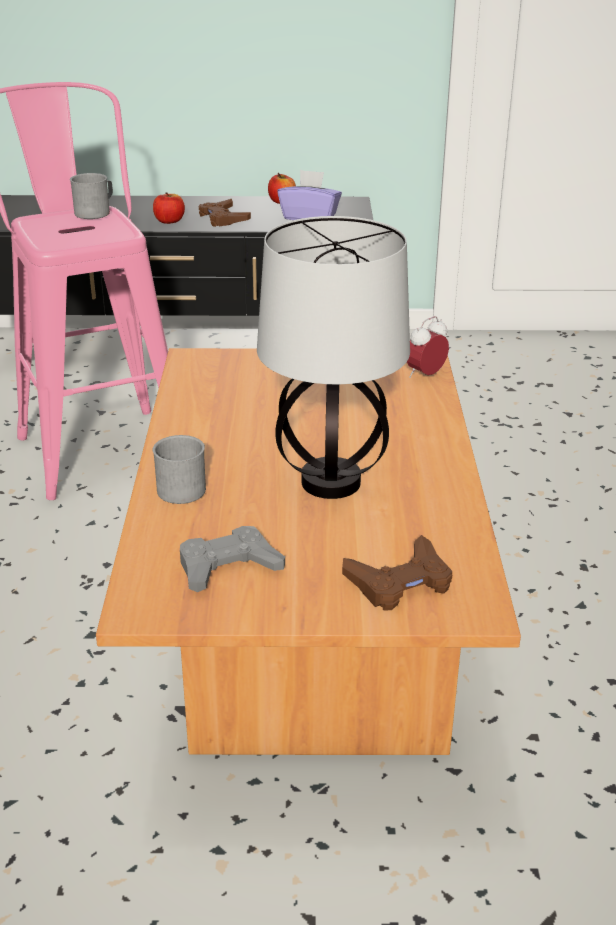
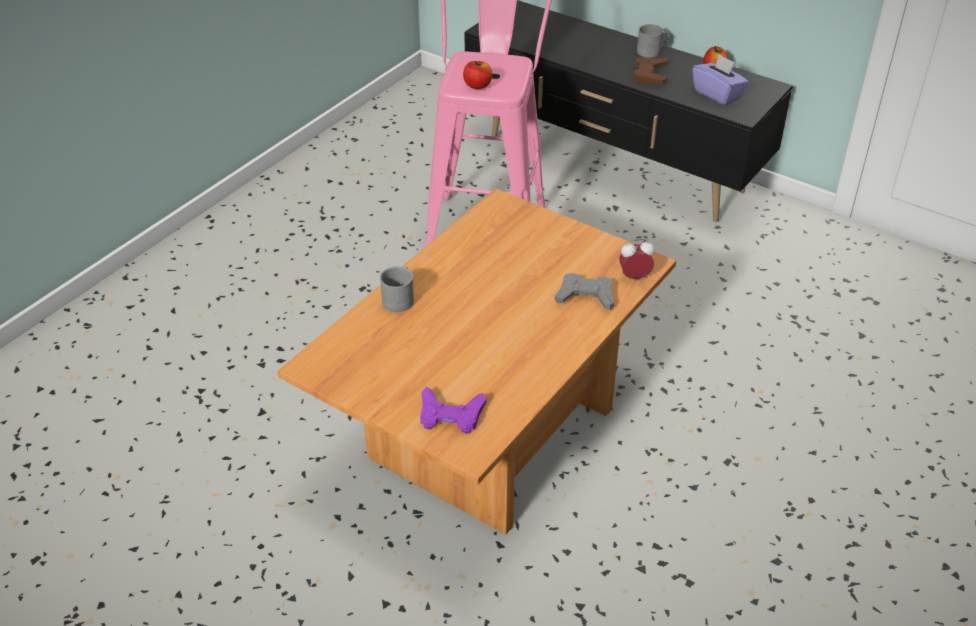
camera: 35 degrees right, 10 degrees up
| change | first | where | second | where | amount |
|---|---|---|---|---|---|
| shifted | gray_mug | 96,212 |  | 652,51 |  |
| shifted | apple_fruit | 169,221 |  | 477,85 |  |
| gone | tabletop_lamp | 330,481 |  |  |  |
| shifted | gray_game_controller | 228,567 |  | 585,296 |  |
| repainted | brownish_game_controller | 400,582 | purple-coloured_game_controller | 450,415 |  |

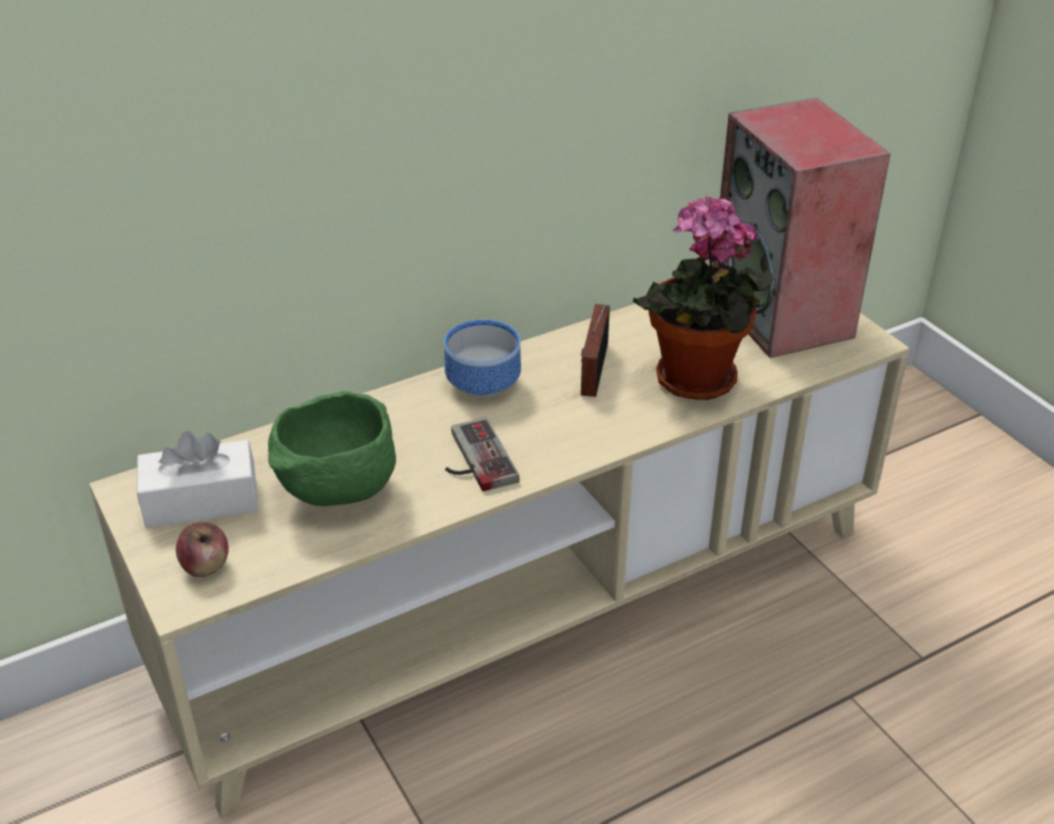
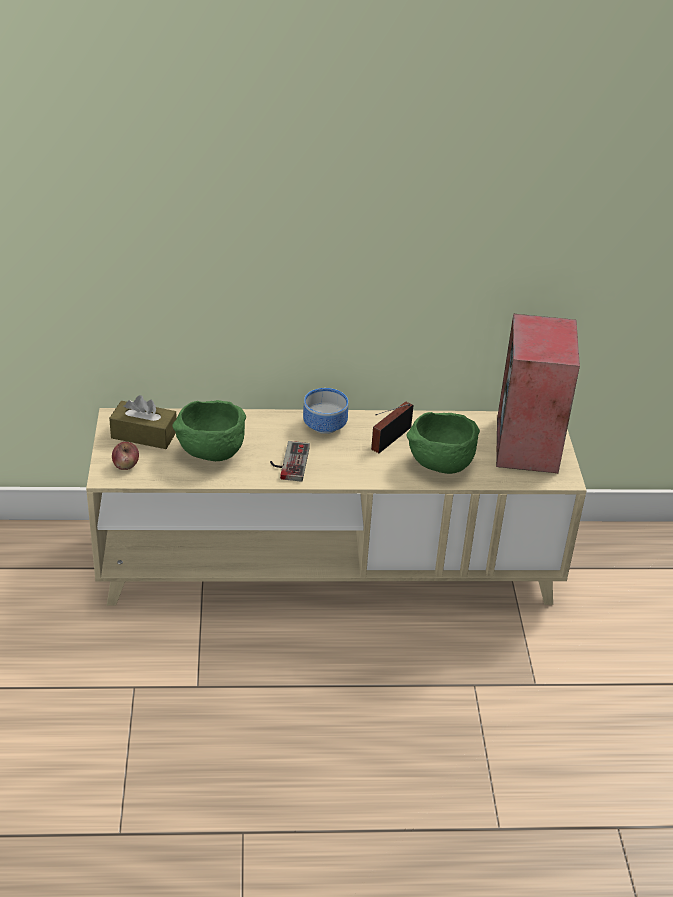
camera: 25 degrees right, 0 degrees up
| change | first | where | second | where | amount |
|---|---|---|---|---|---|
| swapped | houseplant | 694,383 | greenish_bowl | 439,465 |  |
| repainted | white_tissue_holder | 201,501 | brownish_tissue_holder | 144,435 |  |

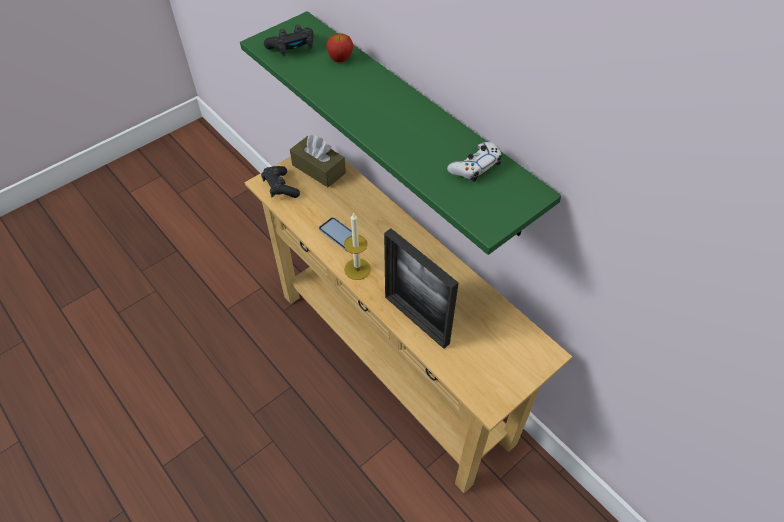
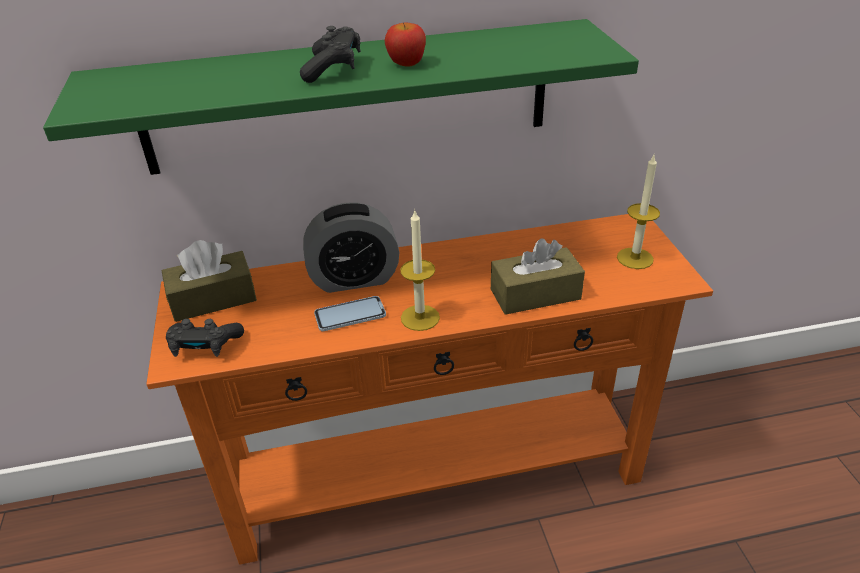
camera: 60 degrees left, 15 degrees down
| change | first | where | second | where | amount |
|---|---|---|---|---|---|
| shifted | black_game_controller | 292,49 |  | 333,69 |  |
| shifted | apple_fruit | 340,58 |  | 406,63 |  |
| gone | white_game_controller | 475,166 |  |  |  |
| repainted | beige-coloured_console_table | 392,364 | orange-coloured_console_table | 437,478 |  |
| swapped | standing_frame | 416,320 | brownish_tissue_holder | 535,294 |  |
| new |  |  | wax_light | 635,258 |  |
| new |  |  | alarm_clock | 354,279 |  |

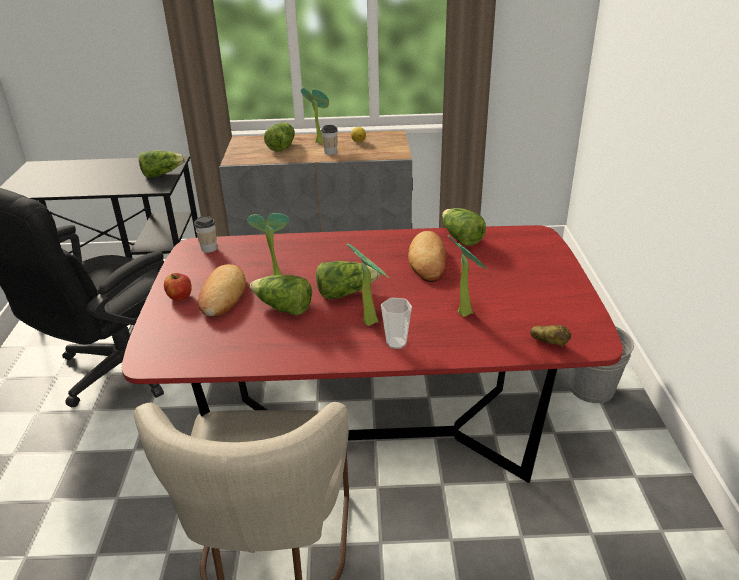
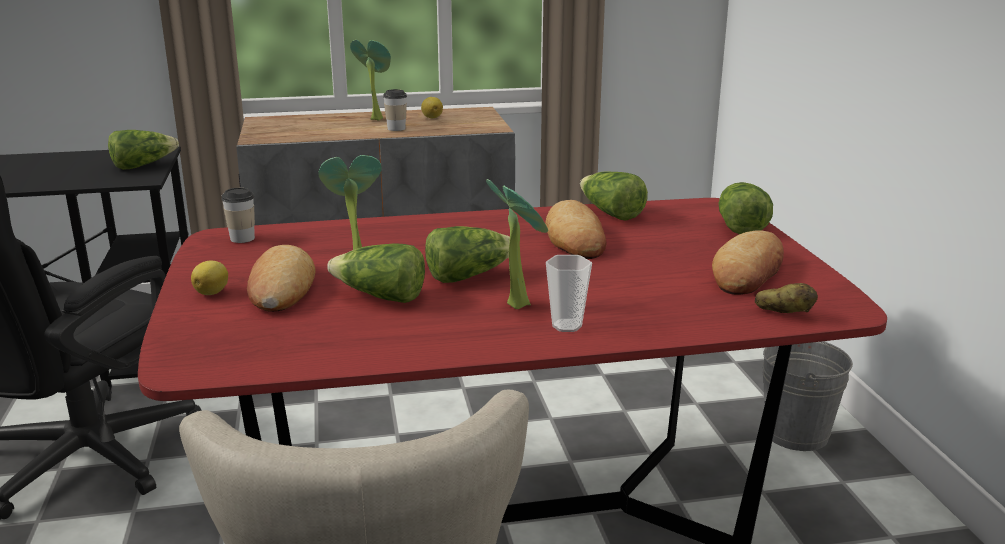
camera: 10 degrees left, 10 degrees down
| change | first | where | second | where | amount |
|---|---|---|---|---|---|
| shifted | lettuce | 281,146 |  | 740,226 |  |
| gone | houseplant | 465,311 |  |  |  |
| swapped | apple_fruit | 180,297 | whole_lemon | 212,292 |  |
| new |  |  | bread | 748,272 |  |

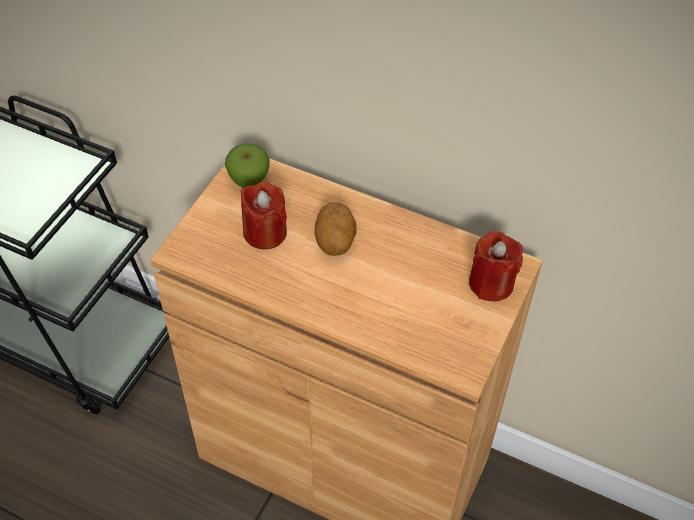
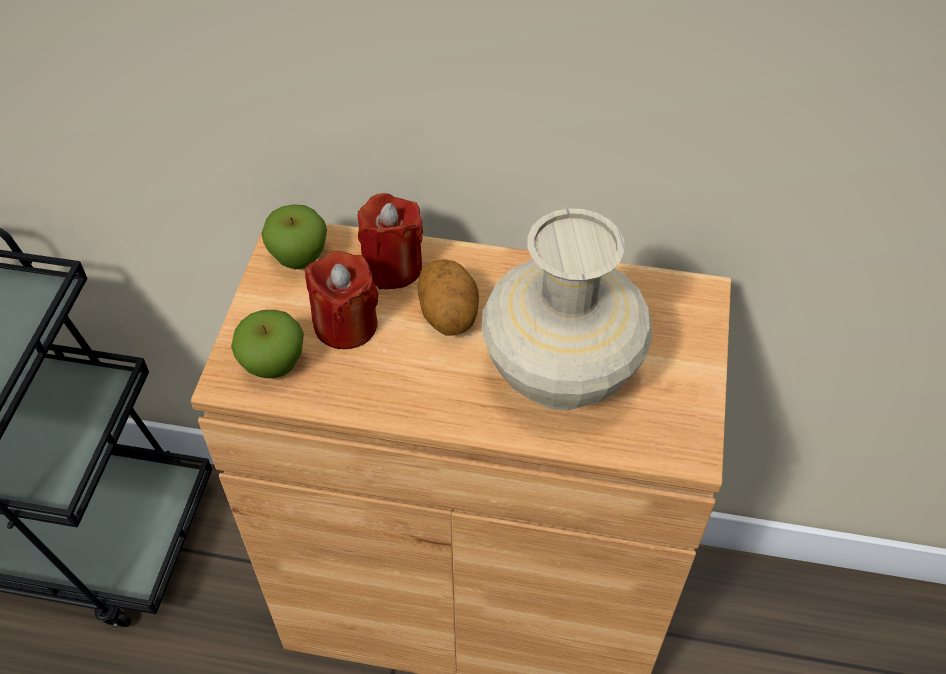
camera: 15 degrees left, 0 degrees up
| change | first | where | second | where | amount |
|---|---|---|---|---|---|
| shifted | red_wax_light | 491,283 |  | 392,267 |  |
| new |  |  | beige-coloured_vase | 562,374 |  |
| new |  |  | apple_fruit | 273,365 |  |

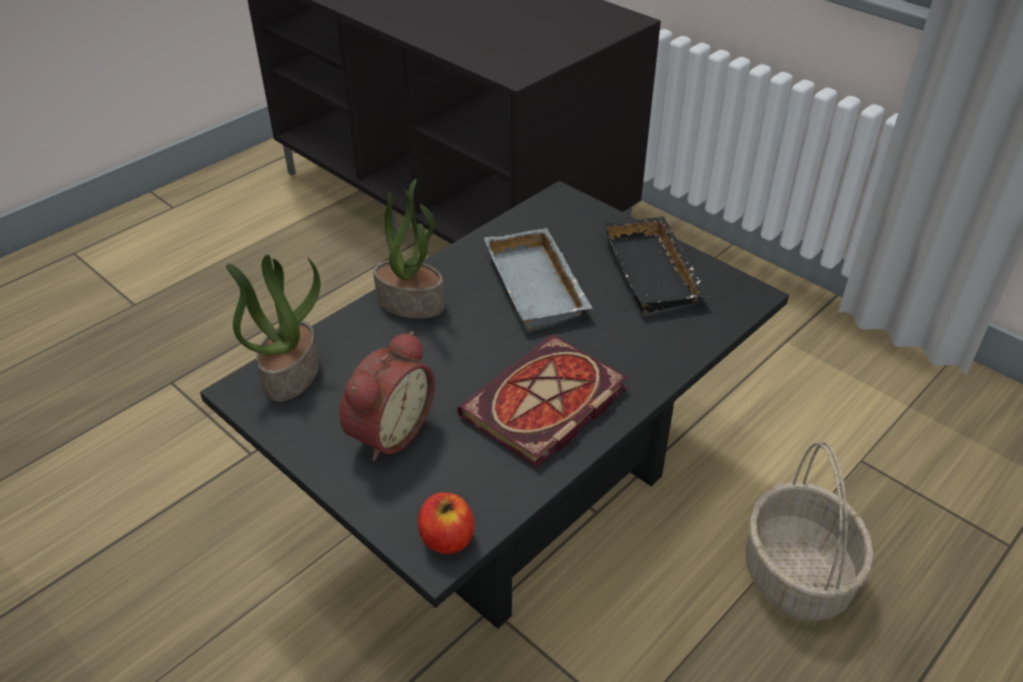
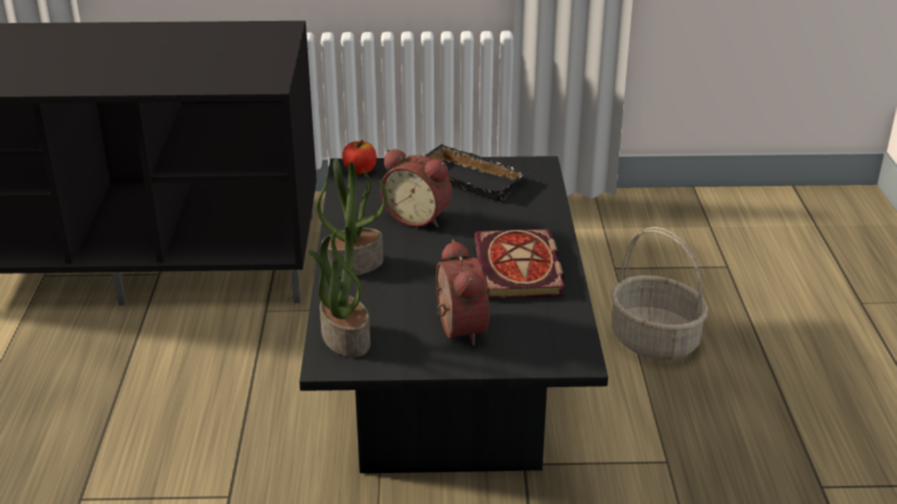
camera: 45 degrees left, 10 degrees down
| change | first | where | second | where | amount |
|---|---|---|---|---|---|
| swapped | gray_serving_tray | 540,286 | alarm_clock | 418,217 |  |
| shifted | apple_fruit | 447,539 |  | 360,170 |  |

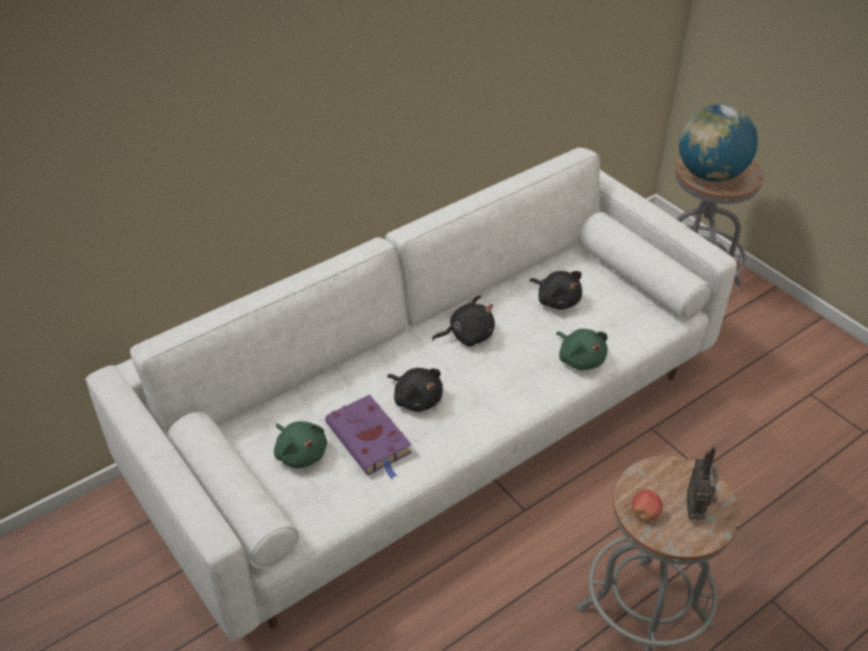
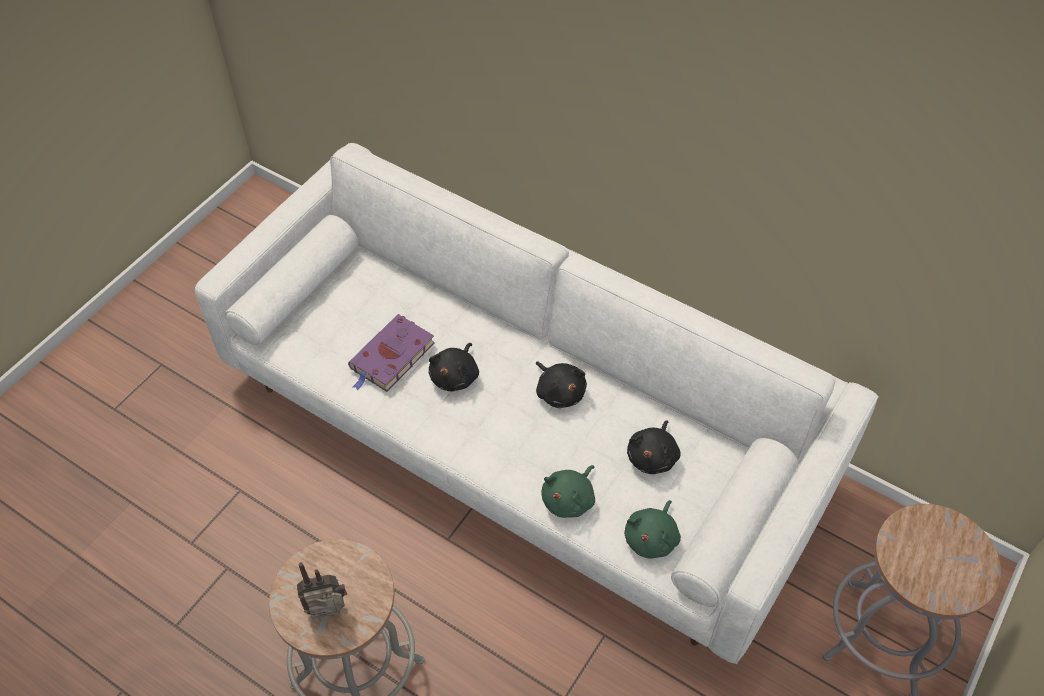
camera: 70 degrees right, 10 degrees up
| change | first | where | second | where | amount |
|---|---|---|---|---|---|
| gone | world_globe | 710,175 |  |  |  |
| shifted | greenish_soft_toy | 300,453 |  | 652,538 |  |
| gone | apple_fruit | 645,513 |  |  |  |

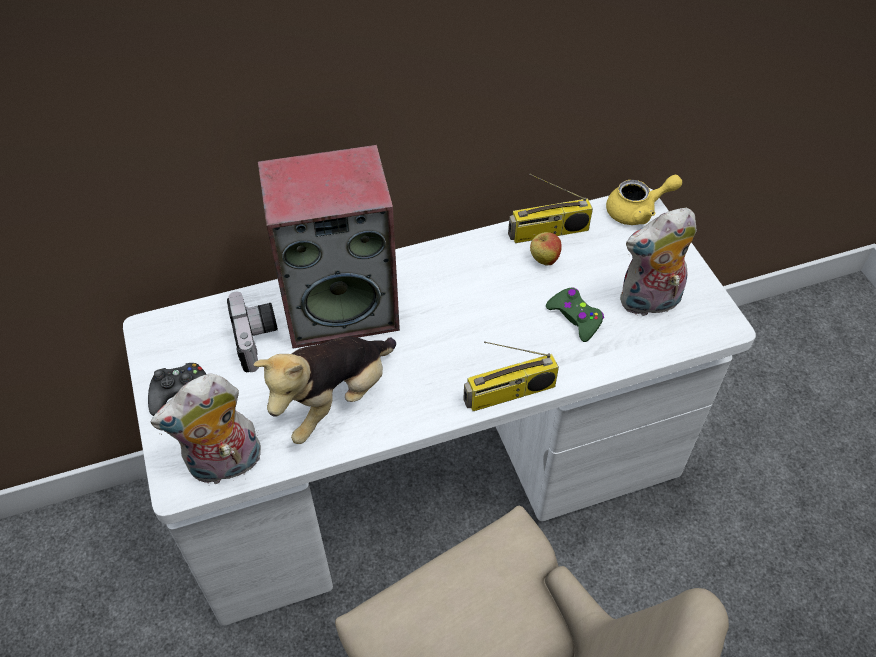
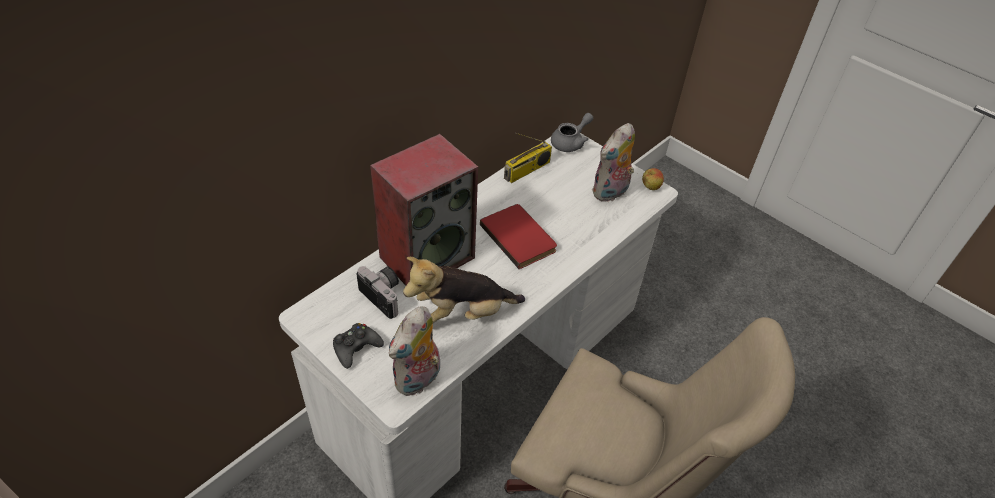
camera: 30 degrees left, 5 degrees down
| change | first | where | second | where | amount |
|---|---|---|---|---|---|
| repainted | yellow-coloured_pot_for_tea | 637,211 | gray_pot_for_tea | 570,142 |  |
| shifted | apple_fruit | 544,260 |  | 650,187 |  |
| gone | greenish_game_controller | 575,318 |  |  |  |
| rotated | soft_toy | 334,400 |  | 462,314 | 60 degrees clockwise |
| gone | radio_receiver | 509,394 |  |  |  |
| new |  |  | red_book | 520,237 |  |

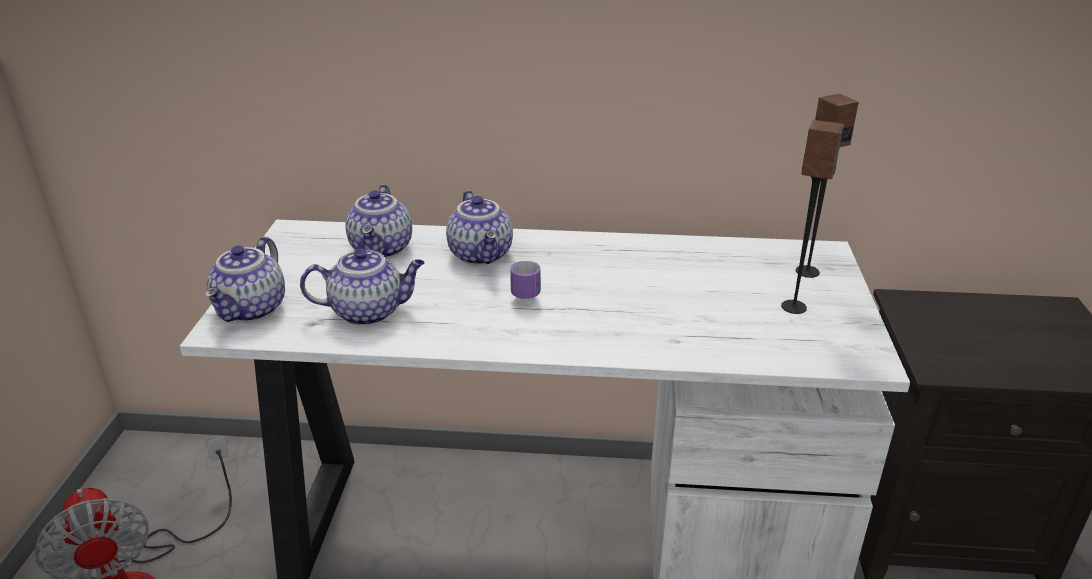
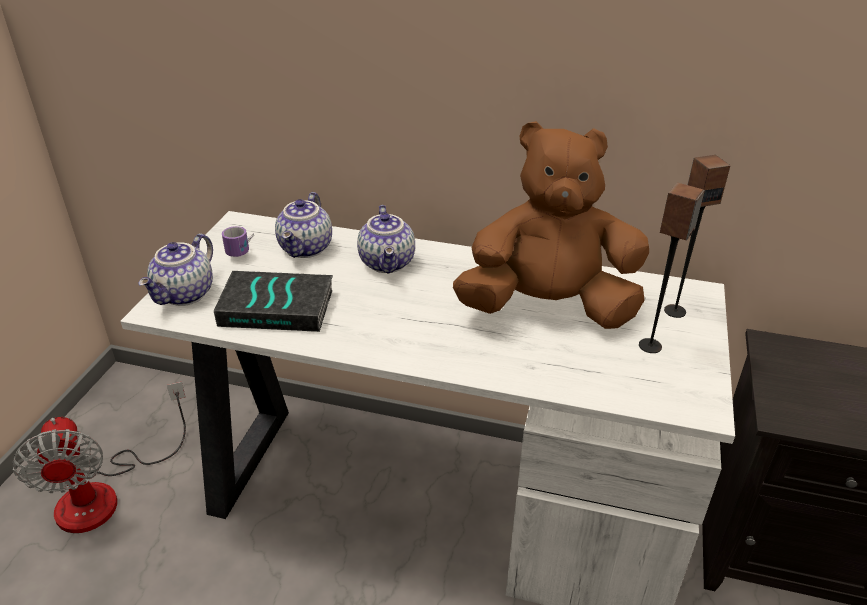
camera: 10 degrees right, 5 degrees up
| change | first | where | second | where | amount |
|---|---|---|---|---|---|
| swapped | pot_for_tea | 369,311 | book | 278,307 |  |
| shifted | mug | 527,290 |  | 244,249 |  |
| new |  |  | brownish_soft_toy | 548,308 |  |

